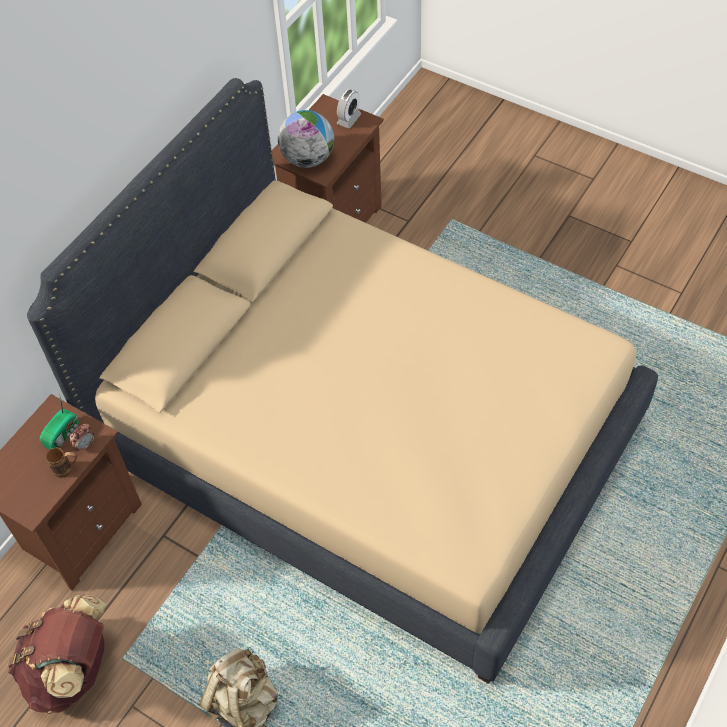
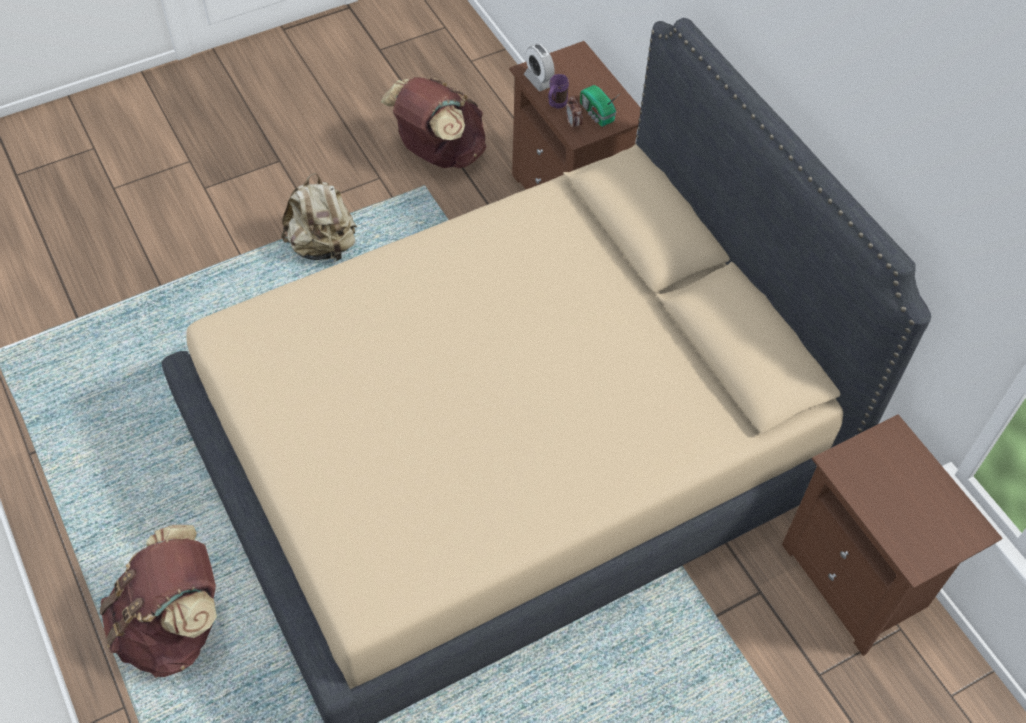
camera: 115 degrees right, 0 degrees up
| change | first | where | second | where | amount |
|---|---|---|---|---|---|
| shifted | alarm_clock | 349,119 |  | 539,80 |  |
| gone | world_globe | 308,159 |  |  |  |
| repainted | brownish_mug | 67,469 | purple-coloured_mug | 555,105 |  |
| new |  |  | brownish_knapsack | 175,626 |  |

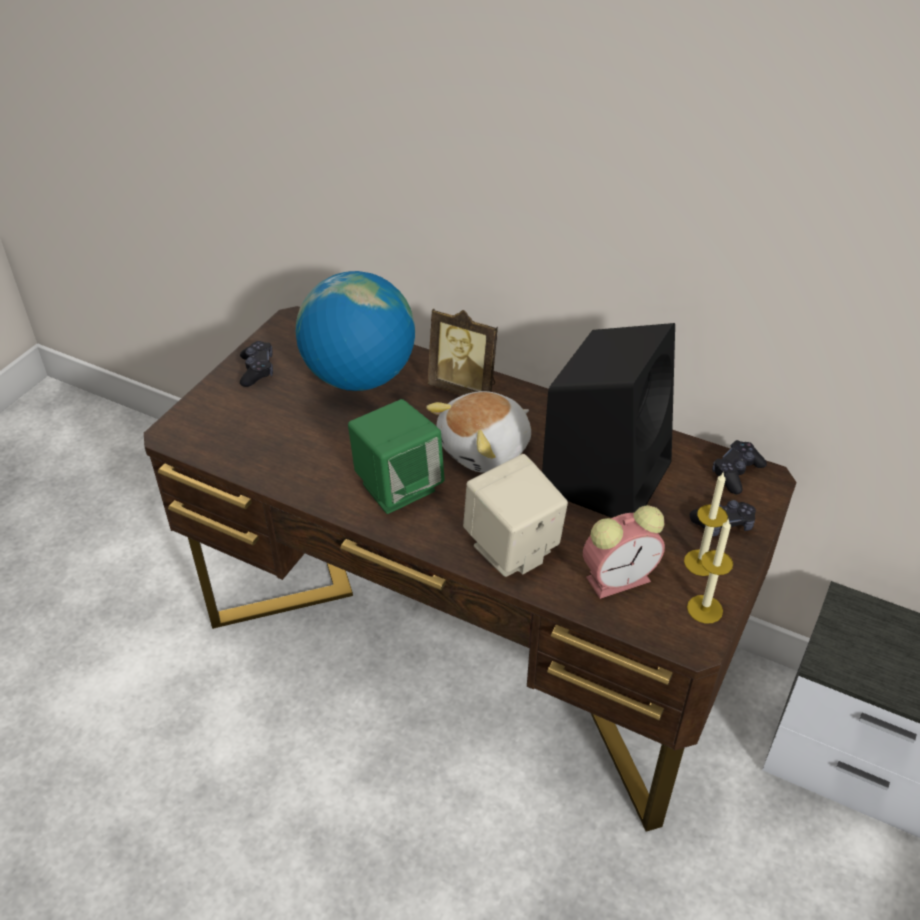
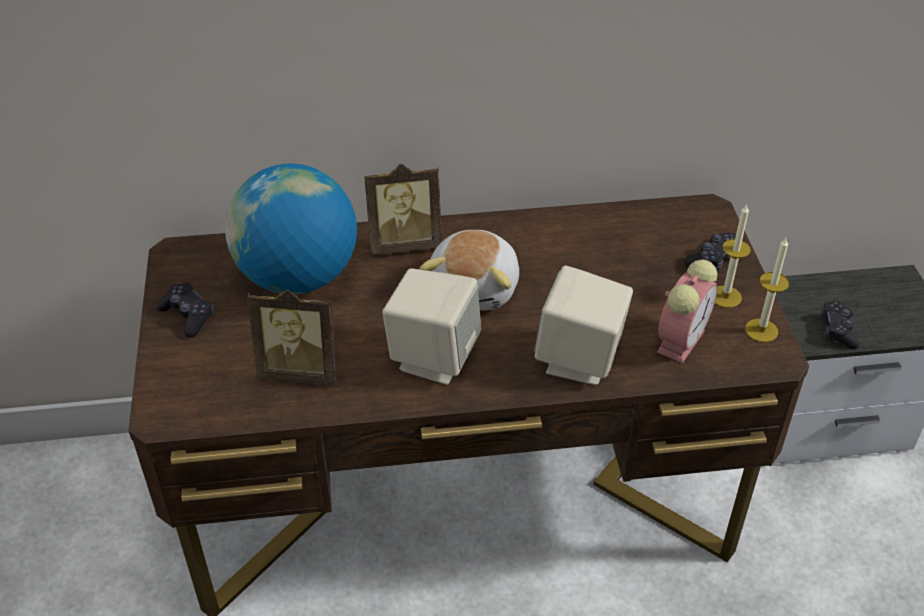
camera: 35 degrees left, 0 degrees up
| change | first | where | second | where | amount |
|---|---|---|---|---|---|
| gone | black_speaker | 607,473 |  |  |  |
| repainted | greenish_speaker | 398,487 | beige-coloured_speaker | 433,357 |  |
| shifted | black_game_controller | 736,473 |  | 837,330 |  |
| new |  |  | standing_frame | 300,370 |  |

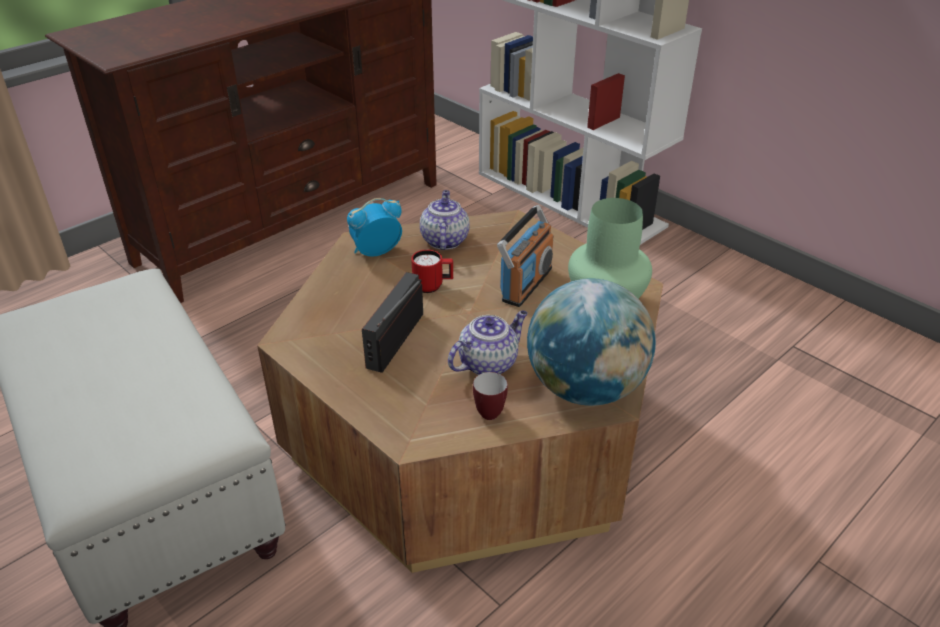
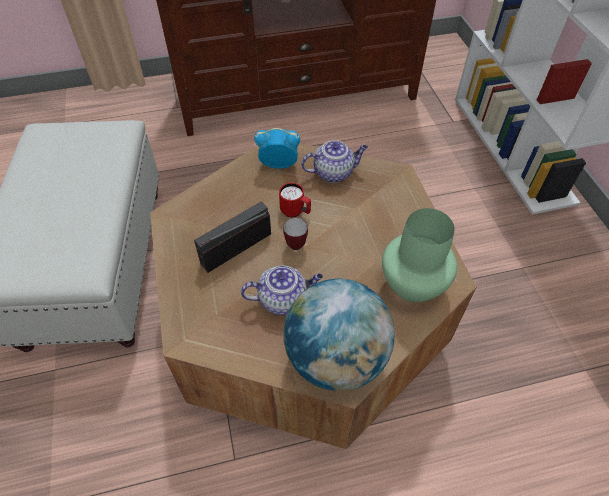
camera: 30 degrees right, 15 degrees up
| change | first | where | second | where | amount |
|---|---|---|---|---|---|
| rotated | pot_for_tea | 444,240 |  | 334,172 | 45 degrees clockwise |
| gone | radio_receiver | 526,284 |  |  |  |
| shifted | mug | 488,410 |  | 297,243 |  |

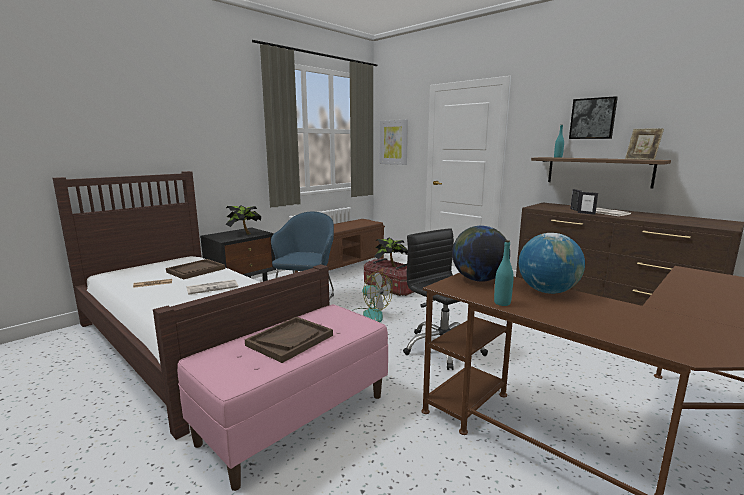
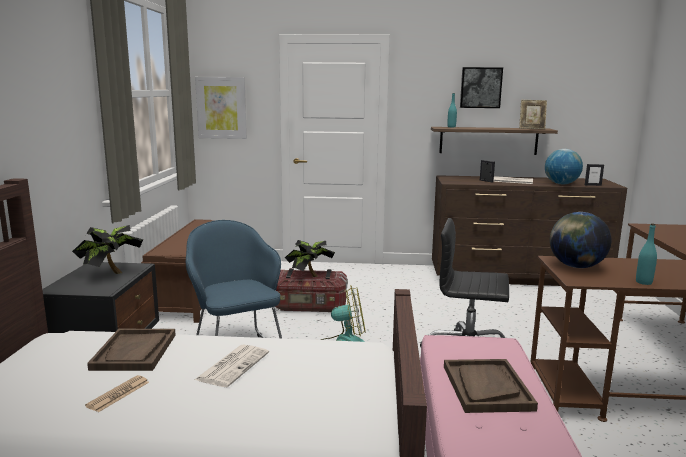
camera: 40 degrees left, 0 degrees up
| change | first | where | second | where | amount |
|---|---|---|---|---|---|
| shifted | standing_frame | 586,213 |  | 592,185 |  |
| shifted | world_globe | 547,291 |  | 561,184 |  |

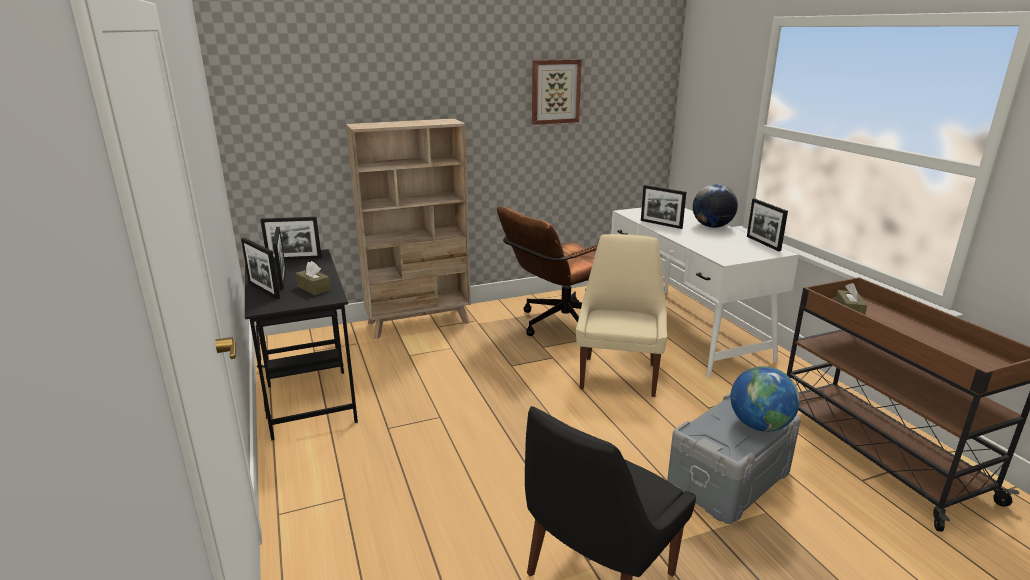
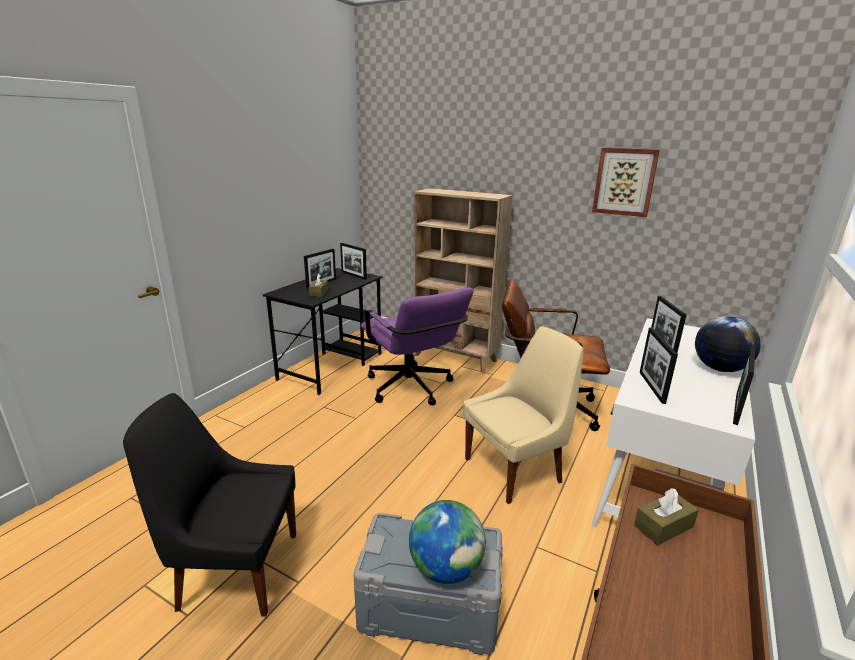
camera: 50 degrees right, 0 degrees up
| change | first | where | second | where | amount |
|---|---|---|---|---|---|
| shifted | standing_frame | 264,290 |  | 651,387 |  |
| new |  |  | purple-coloured_computer_chair | 413,390 |  |

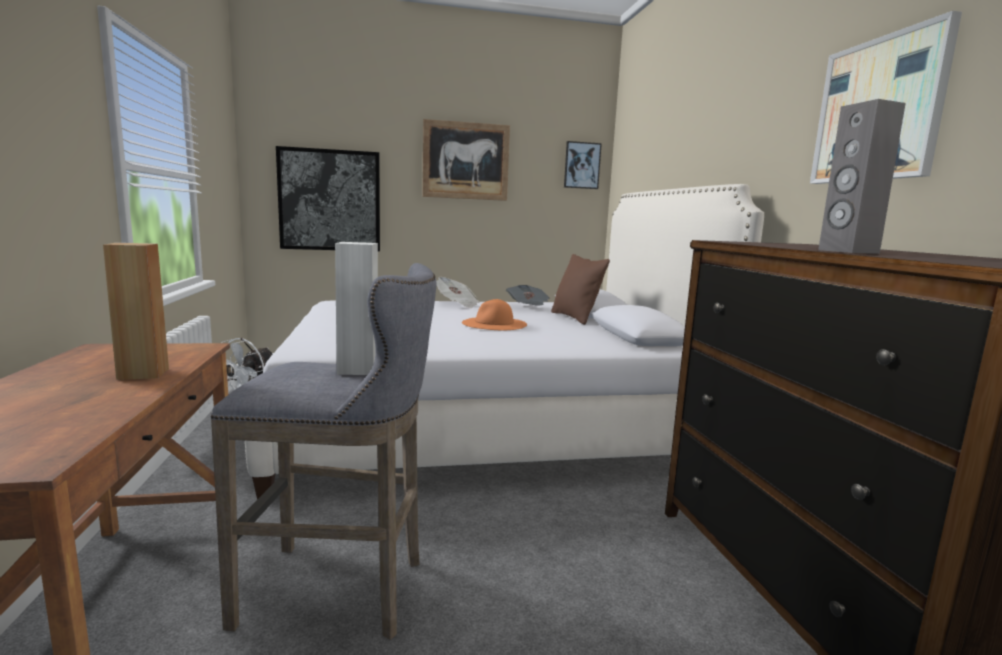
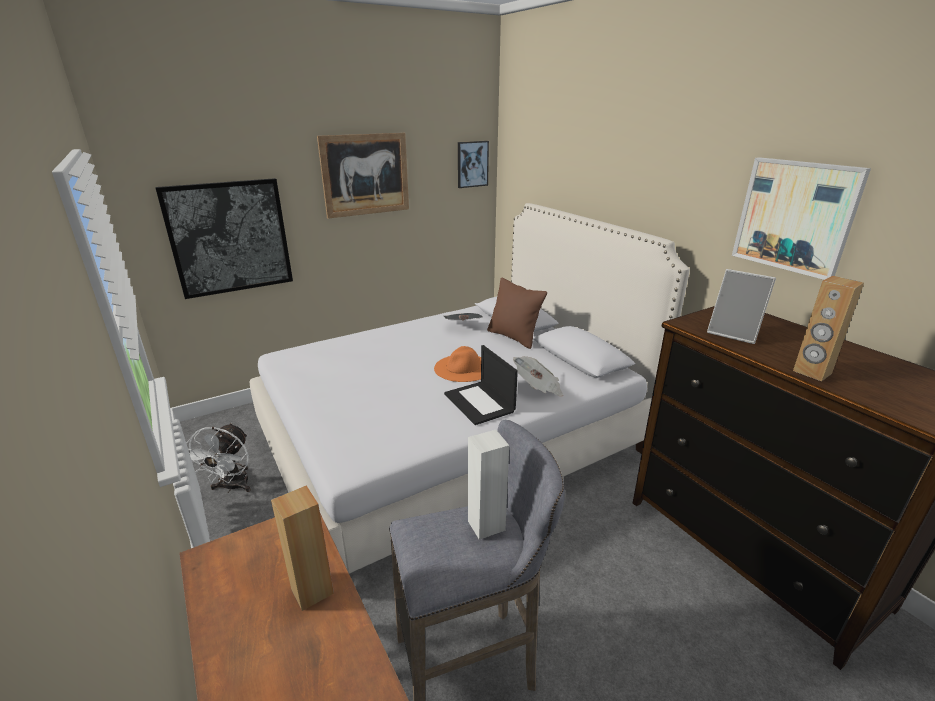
camera: 20 degrees left, 15 degrees up
| change | first | where | second | where | amount |
|---|---|---|---|---|---|
| repainted | gray_speaker | 847,251 | brownish_speaker | 812,372 |  |
| shifted | printed_paper | 457,304 |  | 538,388 |  |
| new |  |  | standing_frame | 734,333 |  |
| new |  |  | notebook_computer | 480,403 |  |

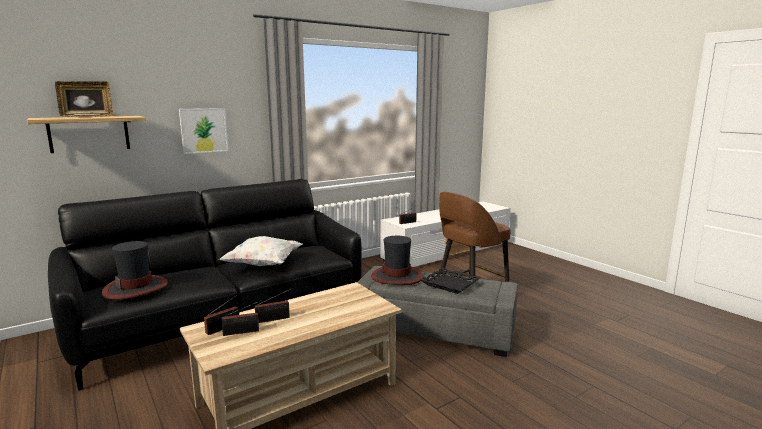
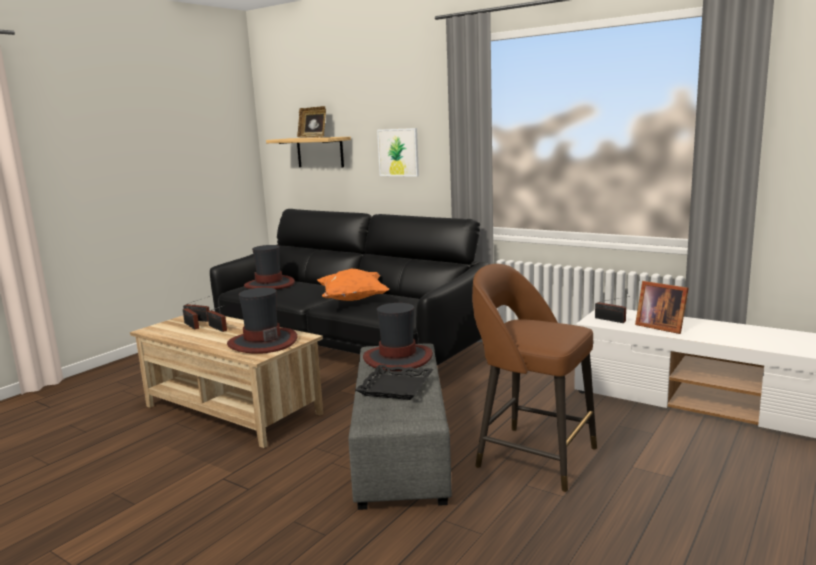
camera: 70 degrees right, 0 degrees up
| change | first | where | second | where | amount |
|---|---|---|---|---|---|
| repainted | white_cushion | 264,264 | orange-coloured_cushion | 353,300 |  |
| new |  |  | standing_frame | 659,326 |  |
| new |  |  | clothing_hat | 262,342 |  |

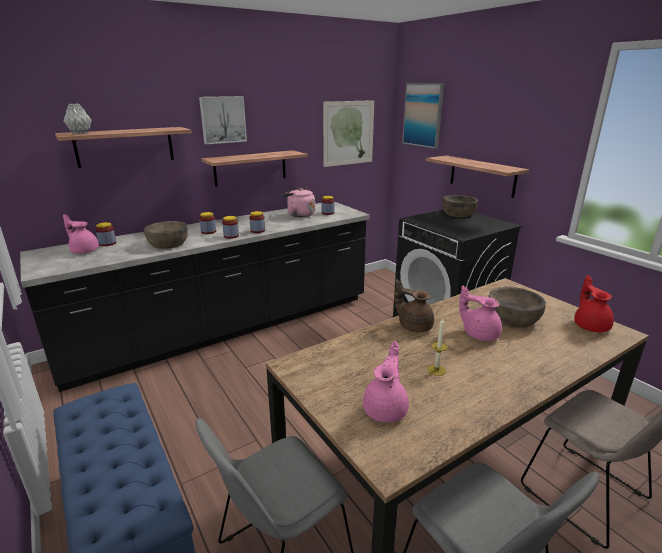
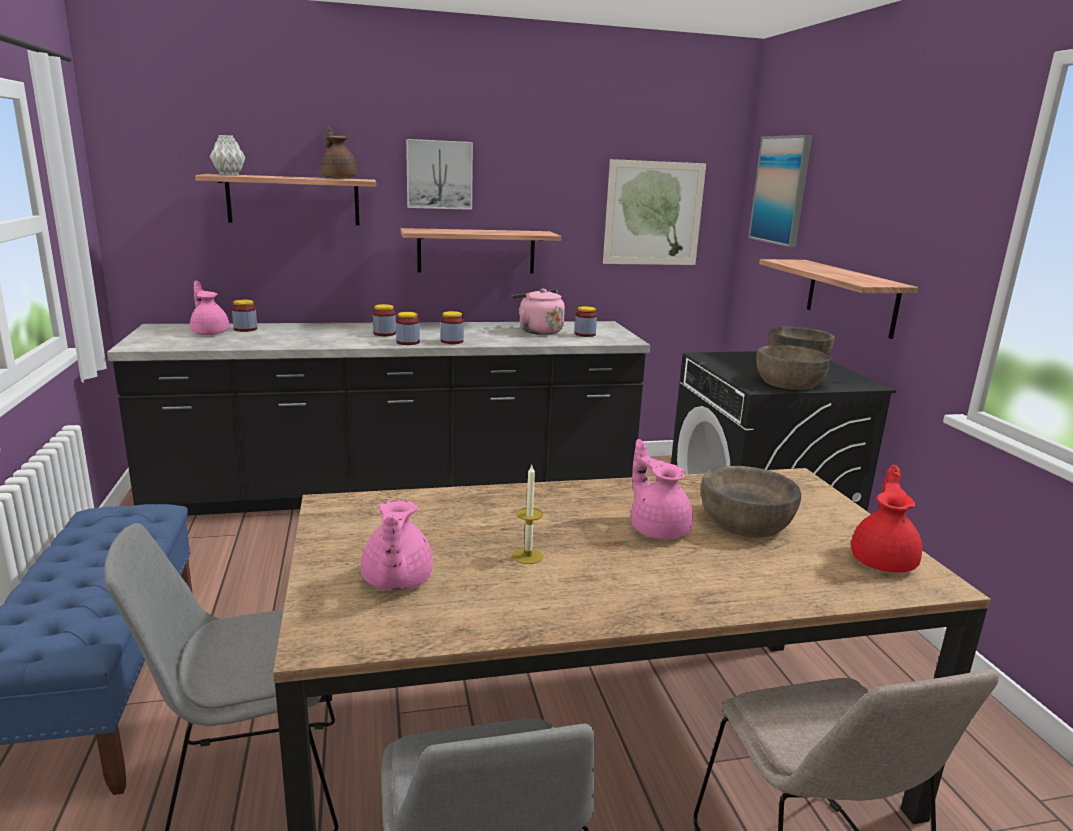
camera: 20 degrees right, 5 degrees down
| change | first | where | second | where | amount |
|---|---|---|---|---|---|
| shifted | brownish_bowl | 168,243 |  | 789,382 |  |
| shifted | brownish_pot_for_tea | 414,326 |  | 339,178 |  |
| rotated | pinkish_pot_for_tea | 386,409 |  | 395,581 | 135 degrees clockwise |

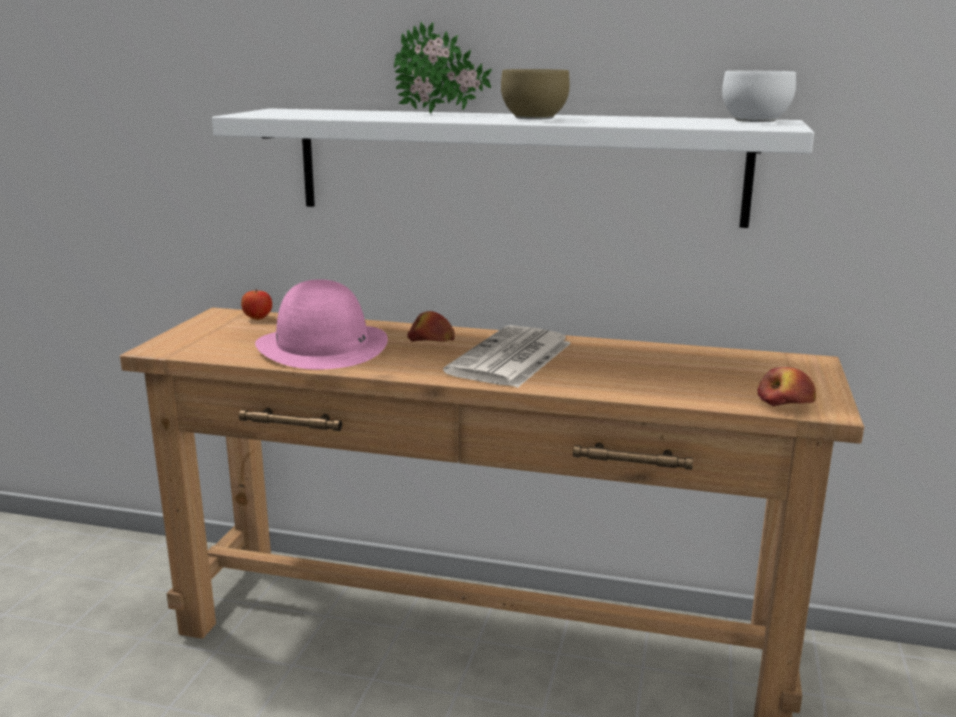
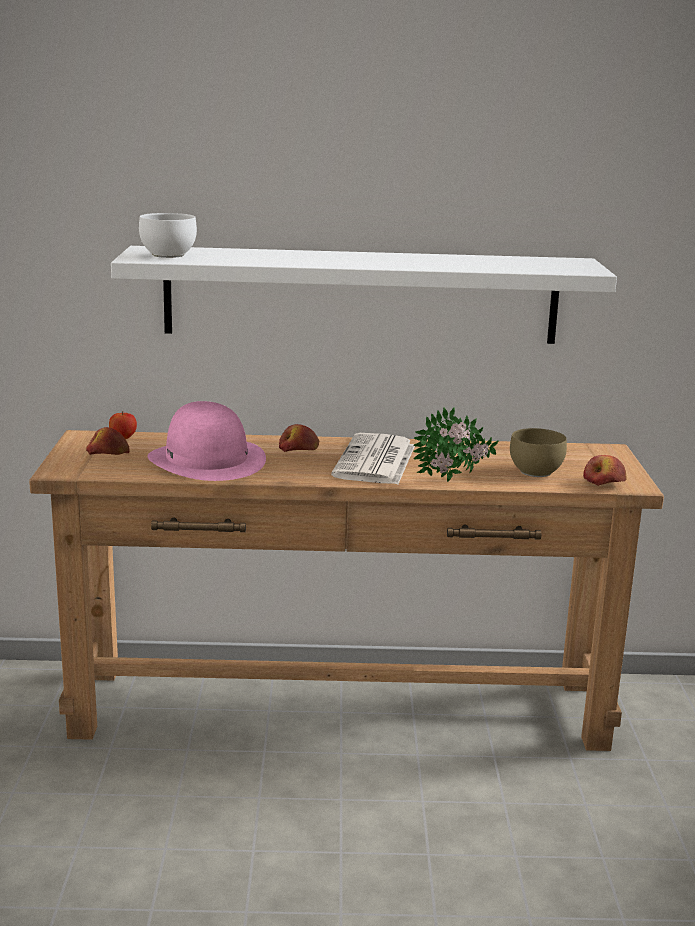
camera: 15 degrees left, 0 degrees up
| change | first | where | second | where | amount |
|---|---|---|---|---|---|
| shifted | houseplant | 441,113 |  | 455,479 |  |
| shifted | brownish_bowl | 532,118 |  | 534,472 |  |
| shifted | white_bowl | 756,121 |  | 168,256 |  |
| new |  |  | apple_fruit | 107,455 |  |

